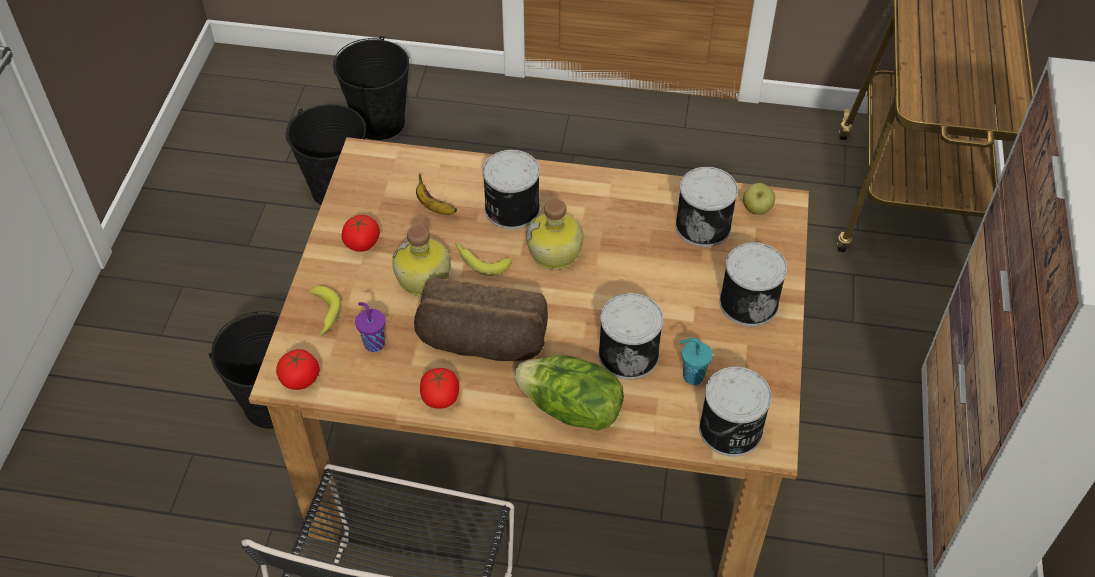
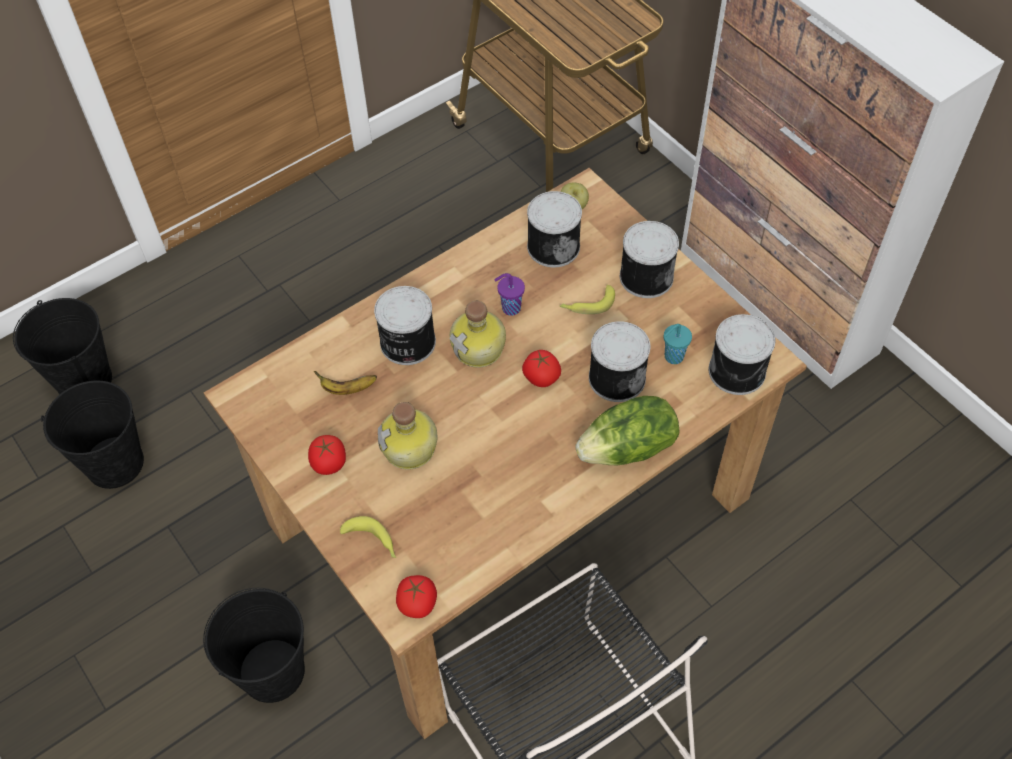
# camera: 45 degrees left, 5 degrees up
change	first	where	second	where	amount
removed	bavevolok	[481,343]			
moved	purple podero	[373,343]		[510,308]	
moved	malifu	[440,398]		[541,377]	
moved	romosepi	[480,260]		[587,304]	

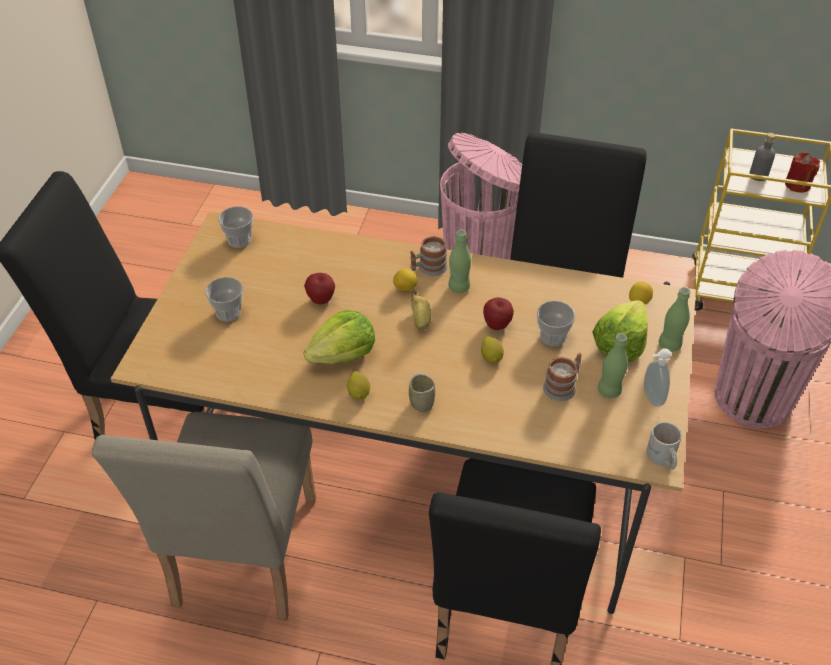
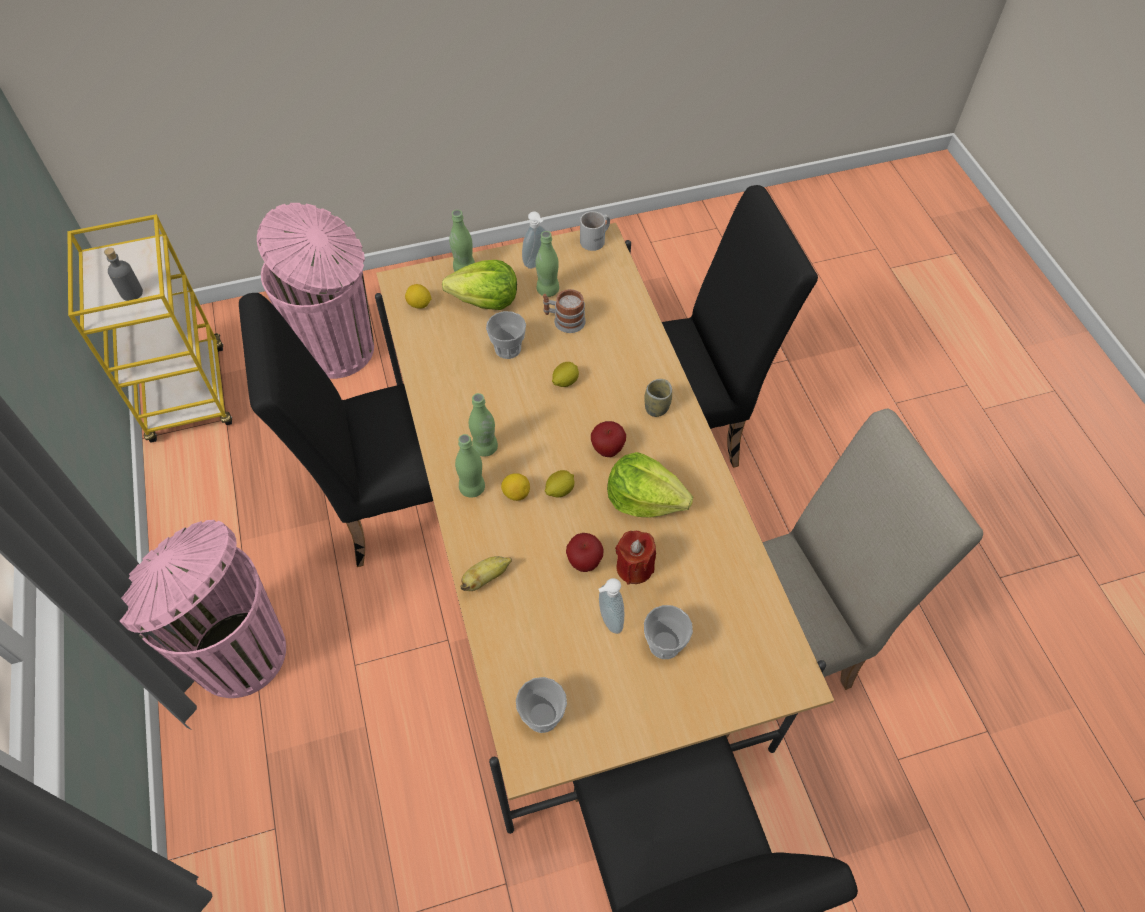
# camera: 120 degrees left, 10 degrees up
change	first	where	second	where	amount
added			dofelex	[608,620]	
moved	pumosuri	[359,393]		[559,490]	
moved	romosepi	[421,321]		[486,578]	
moved	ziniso	[497,325]		[607,450]	
moved	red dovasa	[797,185]		[634,567]	
replaced	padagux	[428,268]	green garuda	[472,488]	

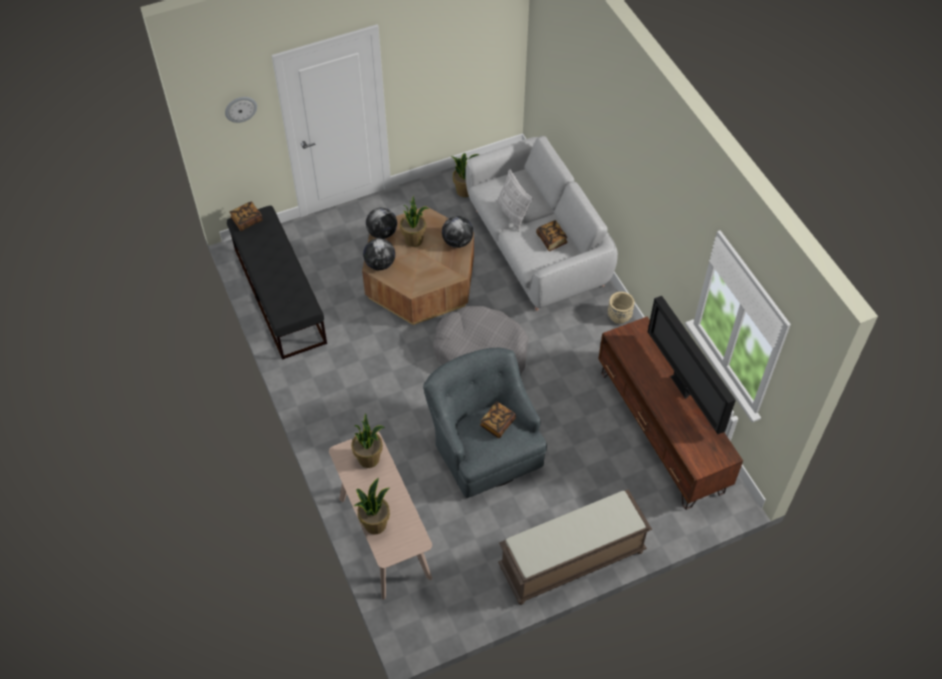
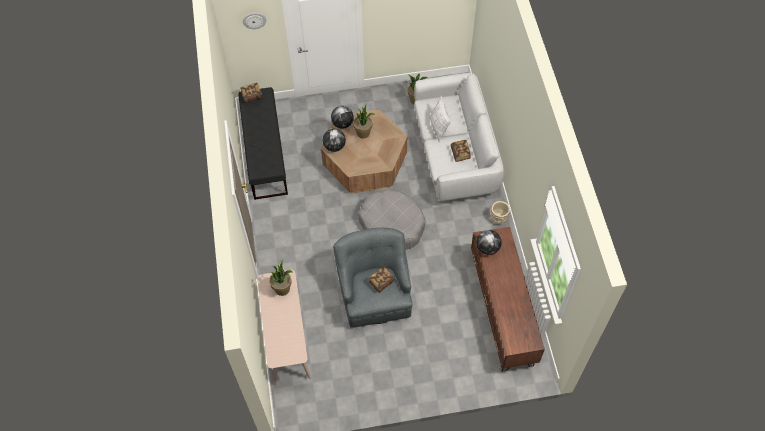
# camera: 15 degrees right, 5 degrees up
change	first	where	second	where	amount
removed	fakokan	[375,524]			
removed	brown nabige	[571,561]			
removed	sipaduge	[682,387]			
moved	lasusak	[457,242]		[487,248]	

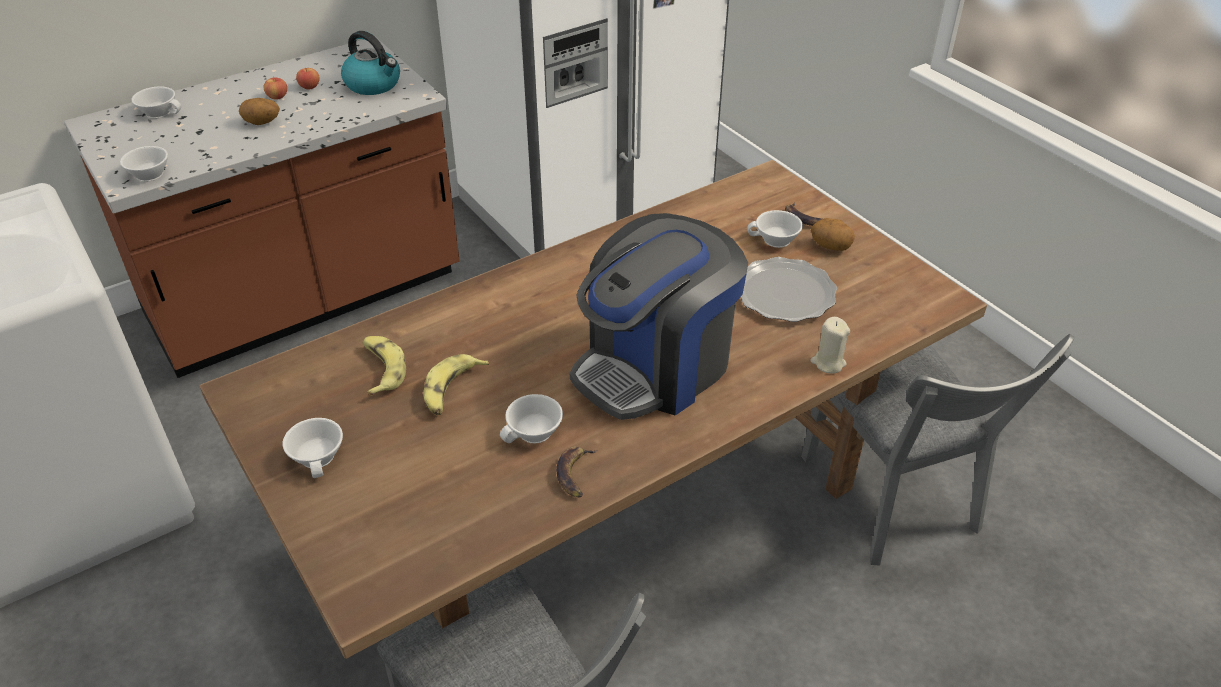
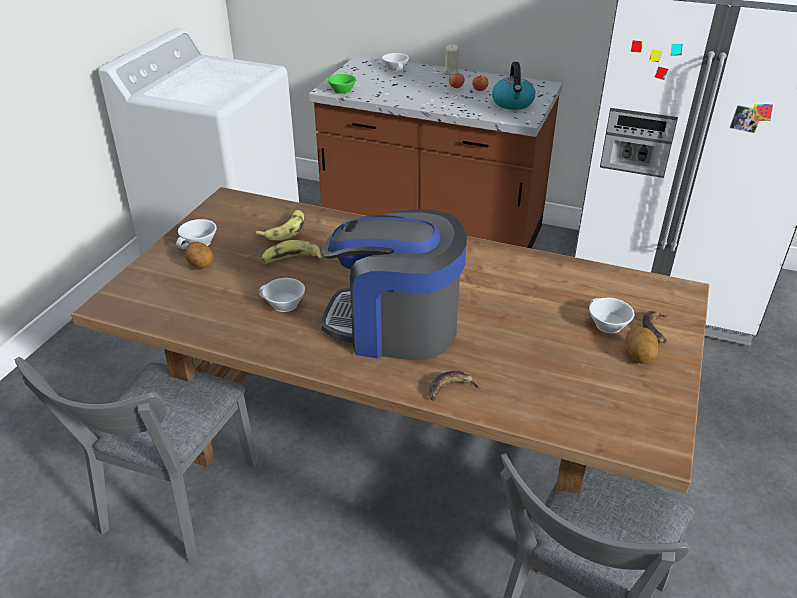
# camera: 55 degrees right, 5 degrees down
change	first	where	second	where	amount
removed	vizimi	[784,294]			
moved	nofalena	[262,123]		[201,266]	
moved	romosepi	[575,474]		[450,389]	
moved	beige dovasa	[828,363]		[450,72]	
recoloured	white podero	[147,174]	green podero	[342,90]	

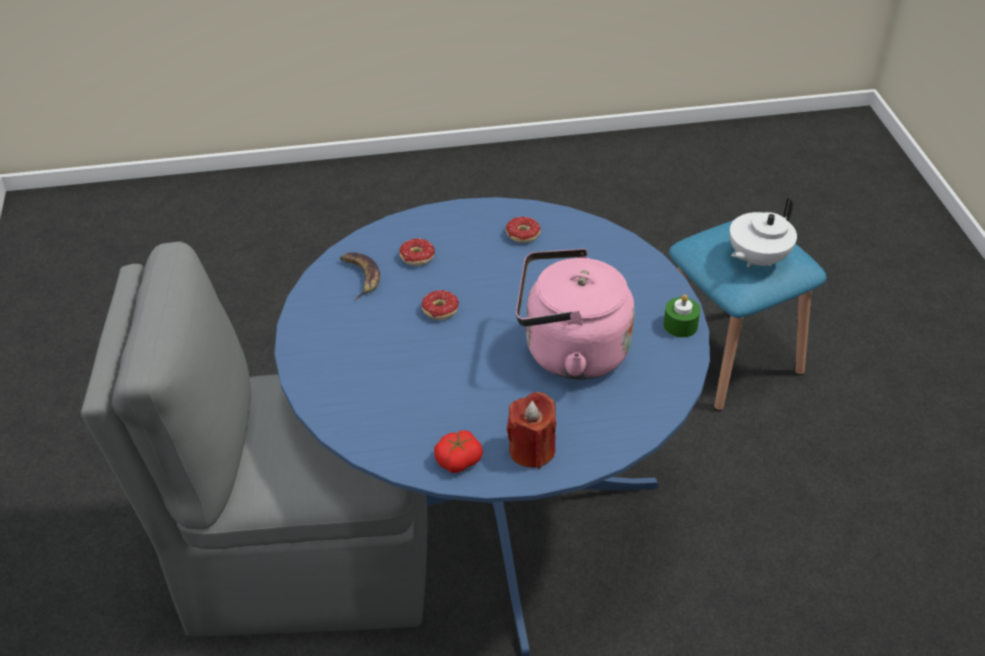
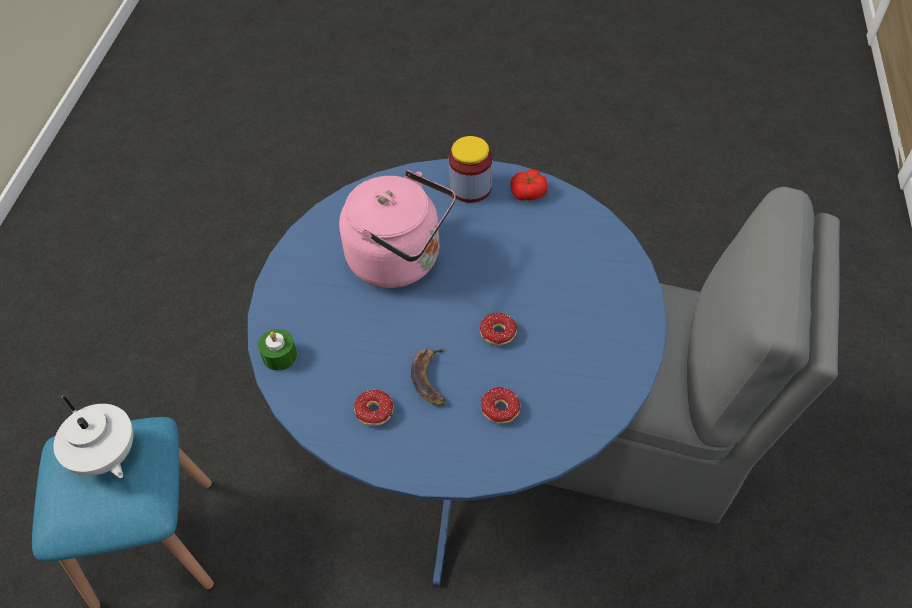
# camera: 160 degrees left, 10 degrees up
change	first	where	second	where	amount
moved	romosepi	[360,276]		[431,379]	
moved	green dovasa	[680,325]		[279,356]	
replaced	red dovasa	[531,450]	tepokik	[470,187]	
turned	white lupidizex	[756,259]		[106,456]	75 degrees clockwise

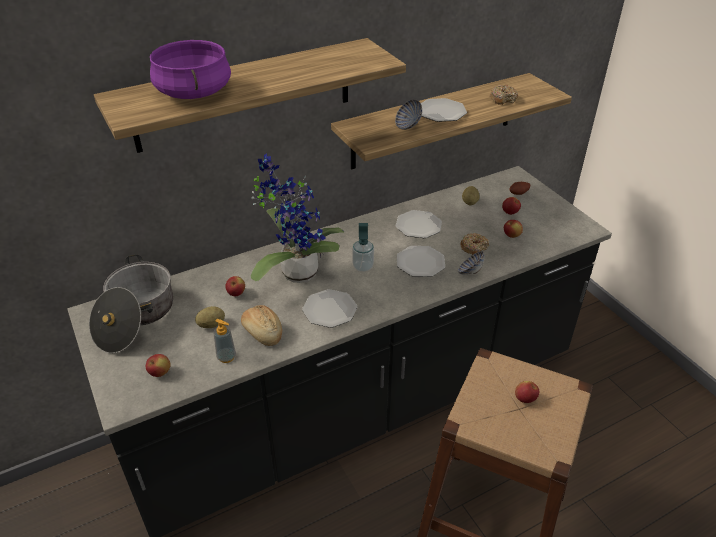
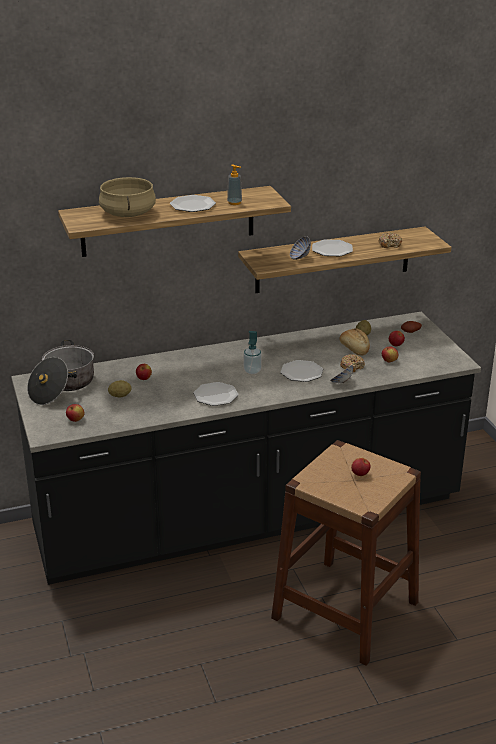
# camera: 10 degrees right, 10 degrees down
change	first	where	second	where	amount
removed	fakokan	[296,271]			
moved	dofelex	[226,357]		[234,203]	
moved	bavevolok	[262,332]		[354,348]	
moved	vizimi	[418,226]		[192,206]	
recoloured	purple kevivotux	[193,92]	beige kevivotux	[127,213]	

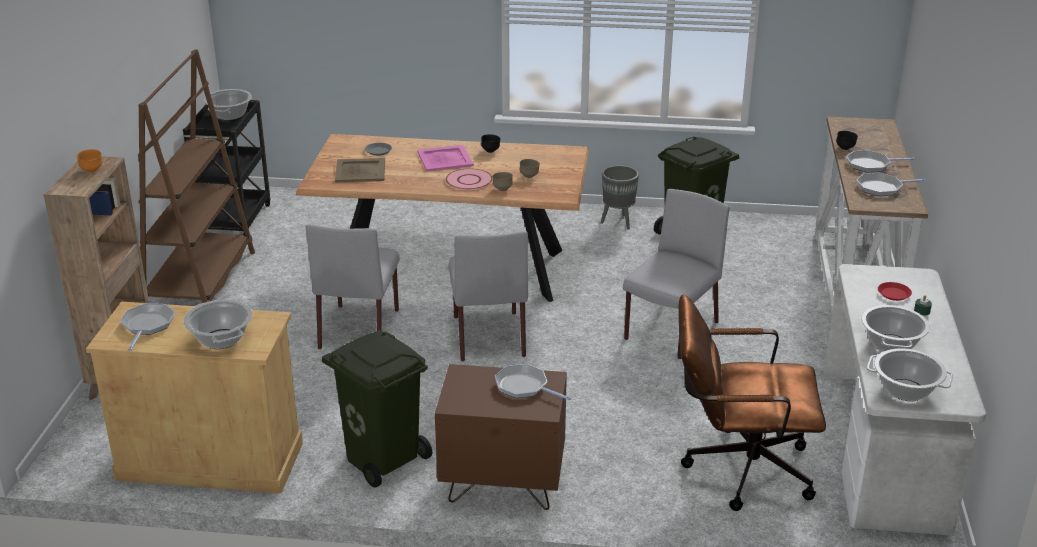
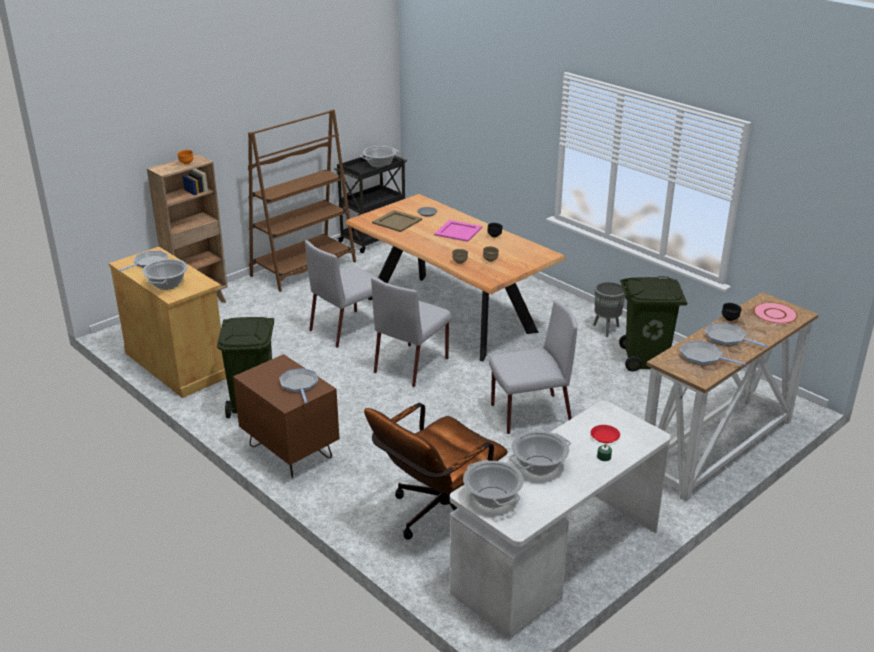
# camera: 40 degrees right, 0 degrees up
change	first	where	second	where	amount
moved	pink vizimi	[469,180]		[775,314]	
turned	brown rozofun	[737,468]		[437,517]	90 degrees counterclockwise

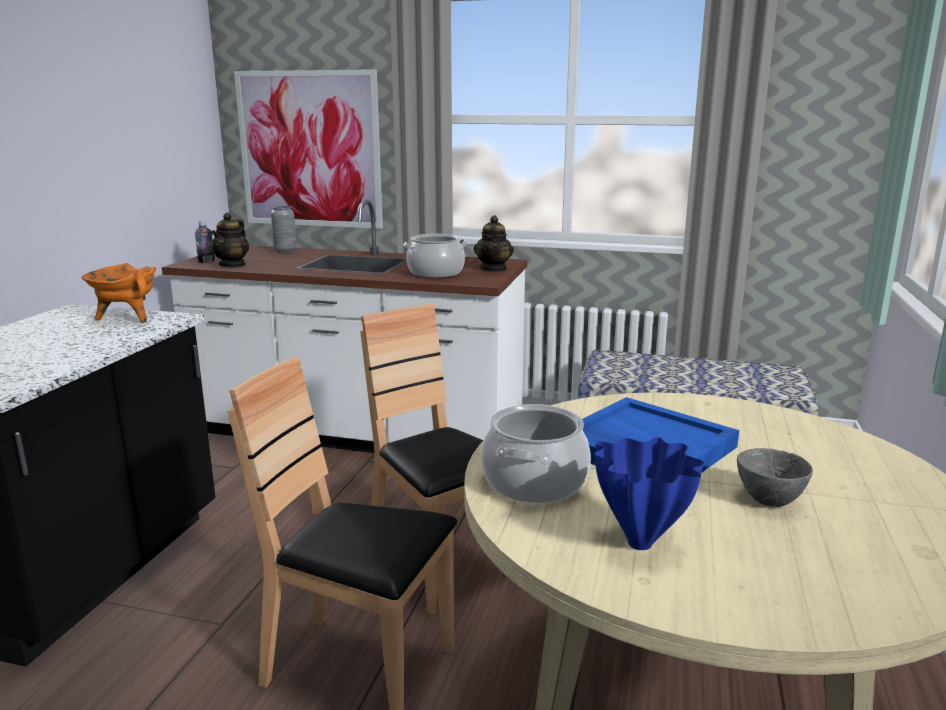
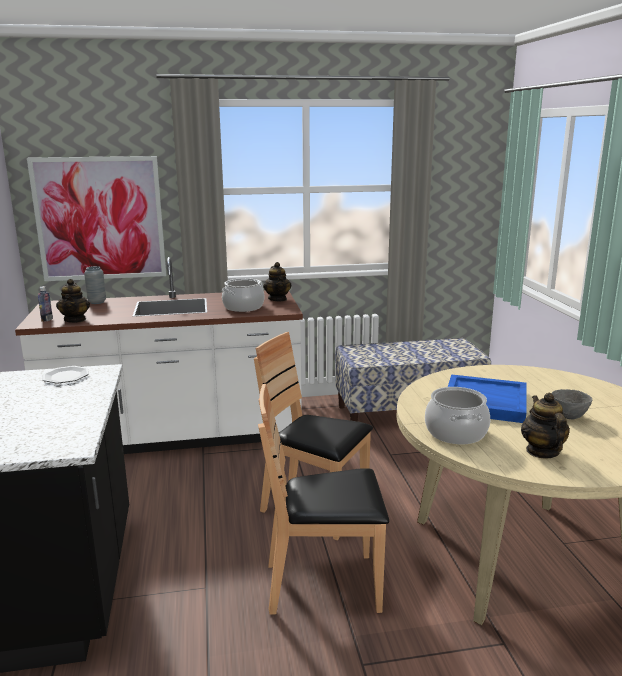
# camera: 25 degrees left, 0 degrees up
change	first	where	second	where	amount
replaced	orange kevivotux	[127,318]	vizimi	[66,376]	
replaced	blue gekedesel	[641,544]	lupidizex	[542,451]	

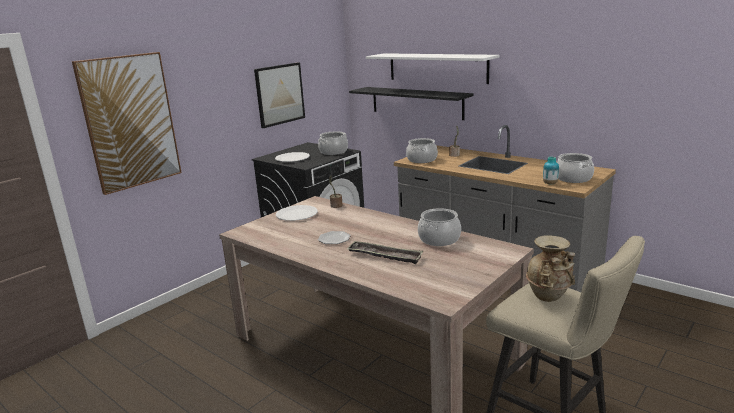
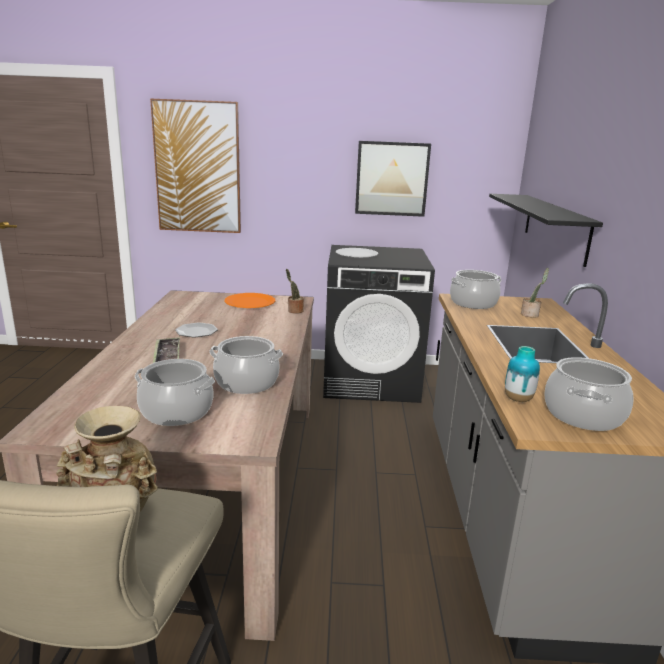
# camera: 50 degrees right, 0 degrees up
change	first	where	second	where	amount
removed	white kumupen	[437,67]			
moved	kevivotux	[333,152]		[176,412]	
recoloured	white vizimi	[297,214]	orange vizimi	[250,302]	

